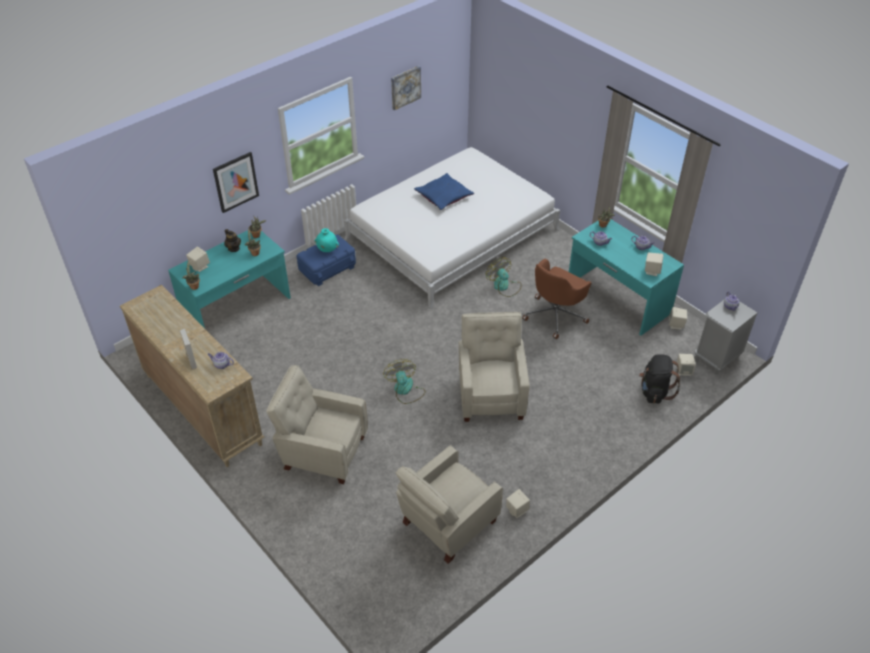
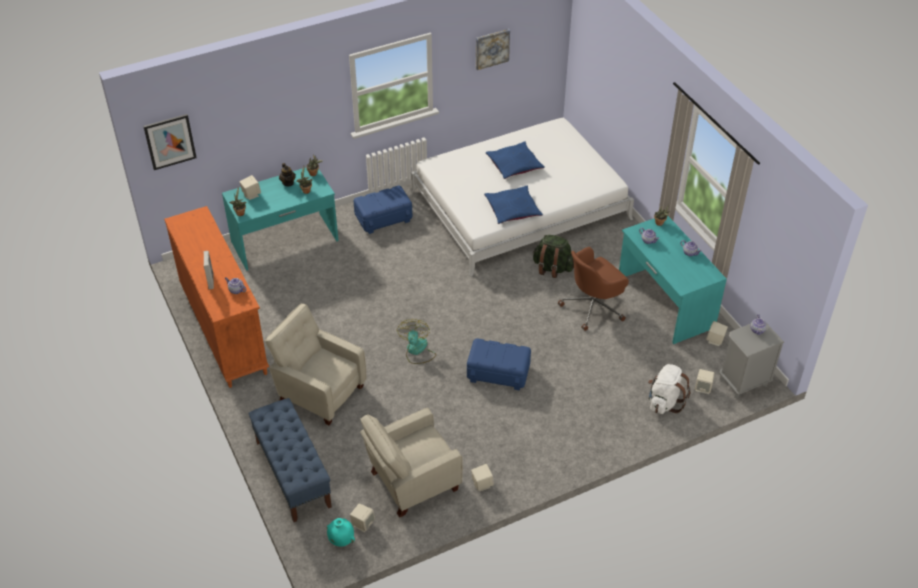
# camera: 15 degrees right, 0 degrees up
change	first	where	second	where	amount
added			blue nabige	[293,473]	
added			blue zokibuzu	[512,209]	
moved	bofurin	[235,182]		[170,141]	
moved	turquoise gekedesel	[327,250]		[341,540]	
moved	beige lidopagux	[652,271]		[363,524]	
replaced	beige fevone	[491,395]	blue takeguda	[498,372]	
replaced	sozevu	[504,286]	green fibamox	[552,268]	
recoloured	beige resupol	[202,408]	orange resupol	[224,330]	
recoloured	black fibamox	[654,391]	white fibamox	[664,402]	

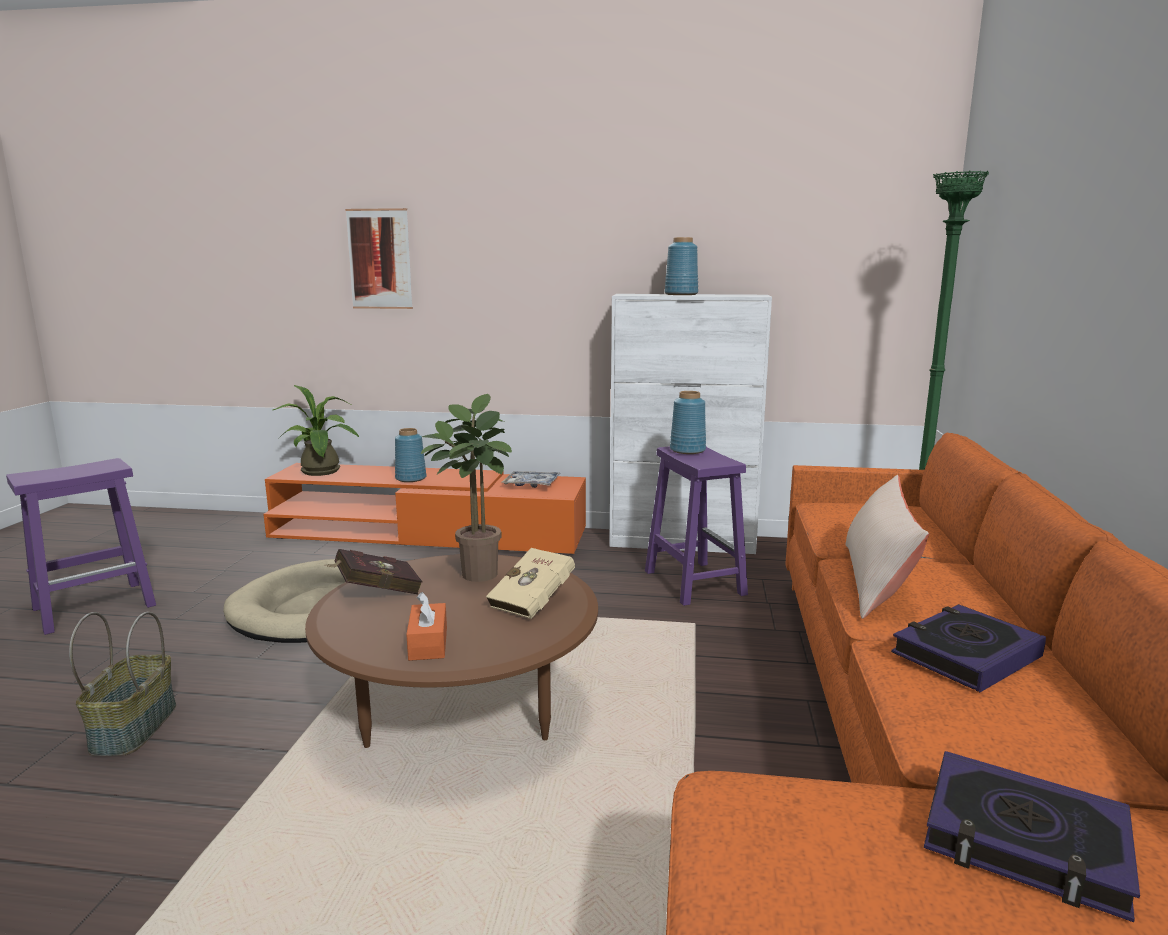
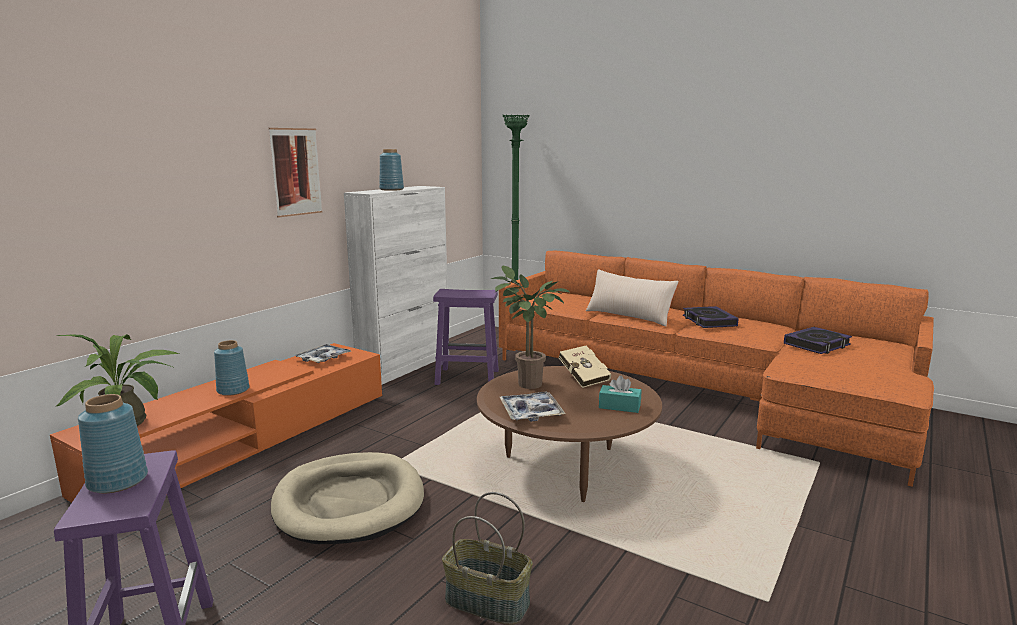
# camera: 65 degrees left, 0 degrees up
change	first	where	second	where	amount
moved	bofurin	[379,259]		[296,172]	
moved	blue gekedesel	[688,450]		[119,481]	
replaced	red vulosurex	[375,592]	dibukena	[531,412]	
recoloured	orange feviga	[428,643]	turquoise feviga	[619,406]	

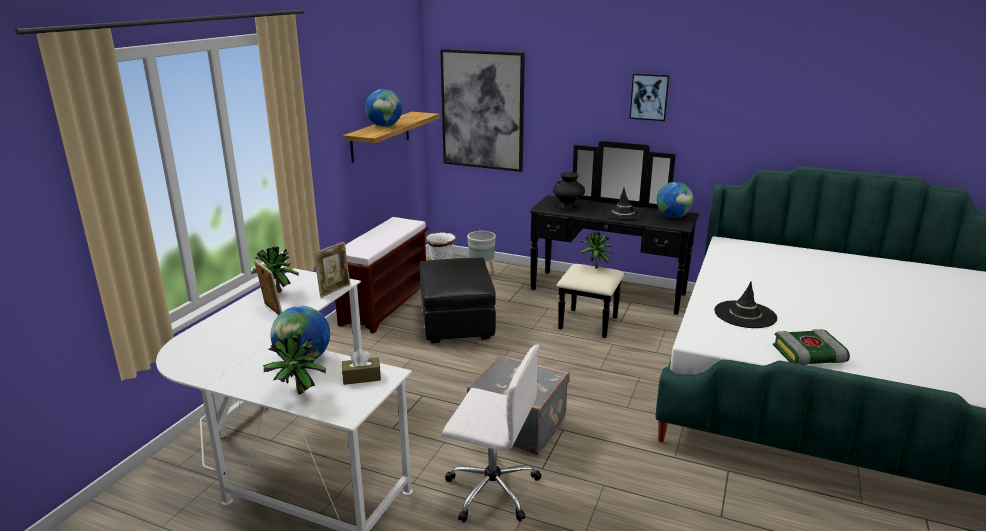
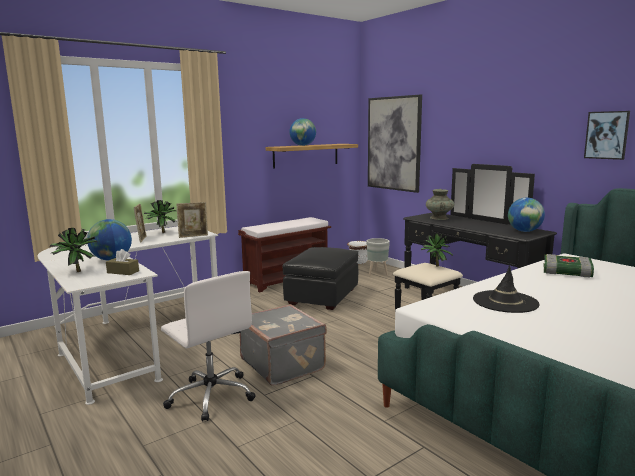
# camera: 30 degrees right, 10 degrees down
change	first	where	second	where	amount
removed	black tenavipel	[623,213]			
moved	bofurin	[649,97]		[607,135]	
moved	vulosurex	[808,356]		[566,272]	
recoloured	black gekedesel	[568,206]	turquoise gekedesel	[439,218]	

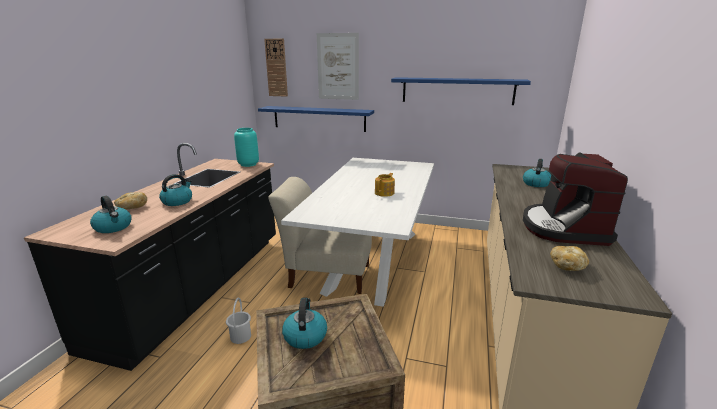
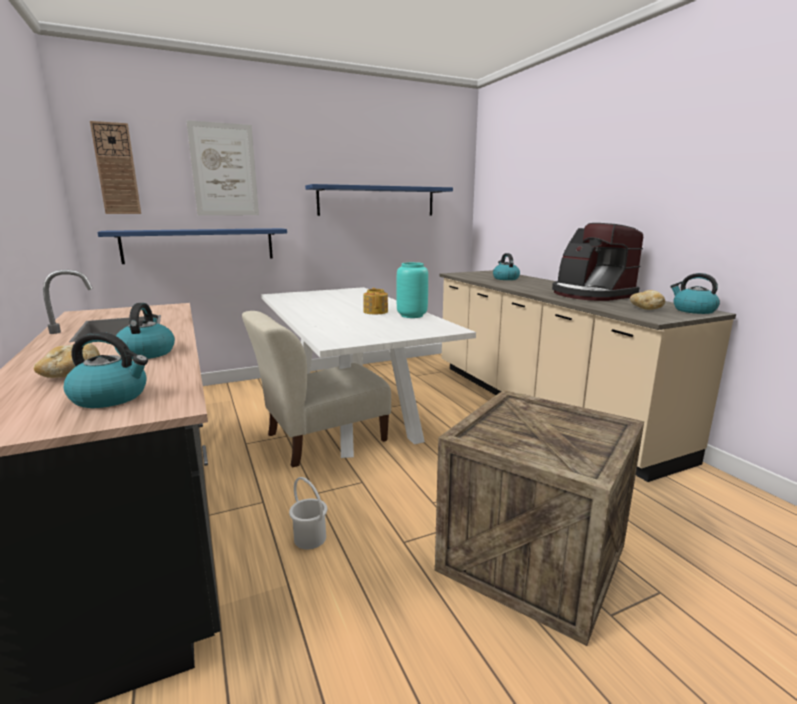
# camera: 40 degrees left, 5 degrees down
change	first	where	second	where	amount
moved	turquoise gekedesel	[248,164]		[412,316]	
moved	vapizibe	[305,336]		[693,310]	

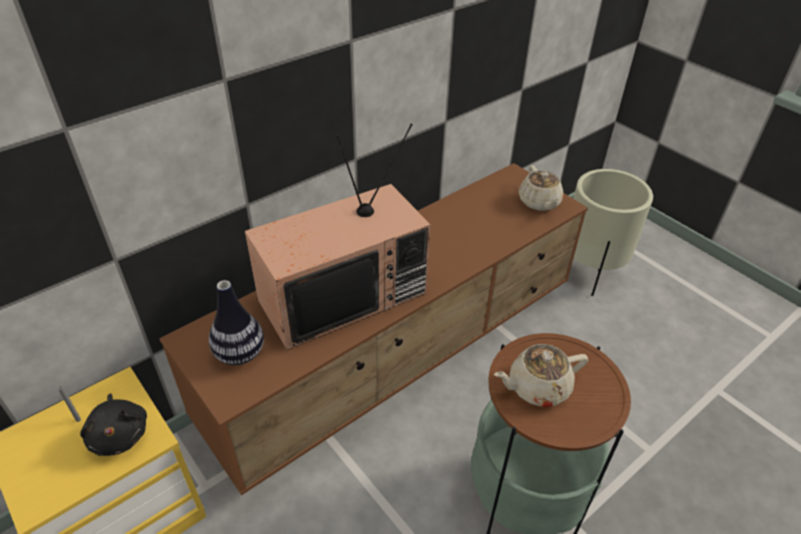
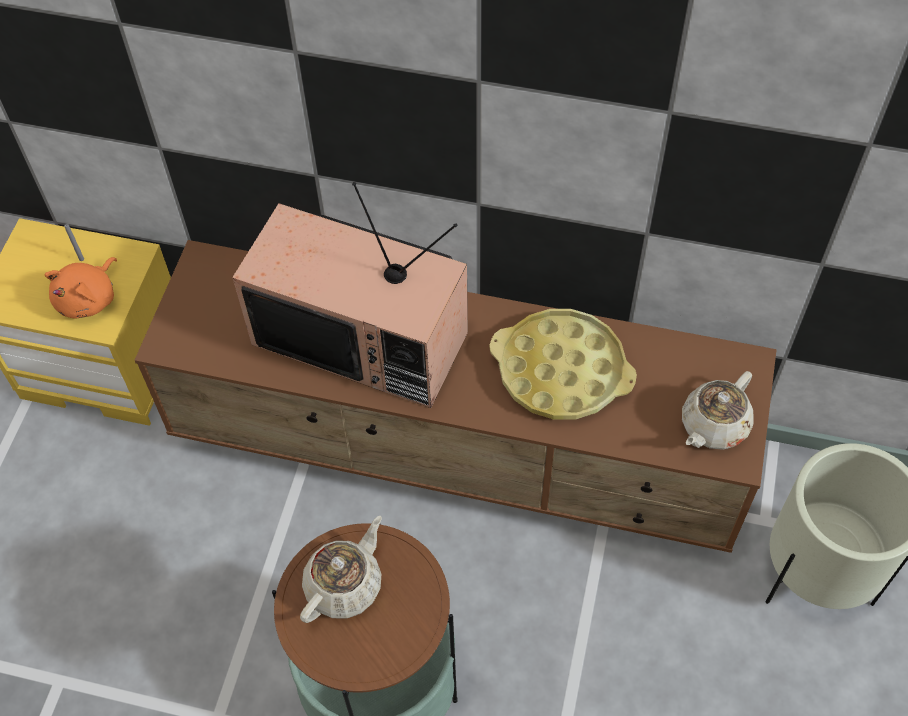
# camera: 55 degrees right, 15 degrees up
change	first	where	second	where	amount
removed	gekedesel	[240,353]			
added			yellow dibukena	[561,371]	
recoloured	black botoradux	[120,434]	orange botoradux	[89,299]	
turned	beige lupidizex	[537,387]		[345,585]	90 degrees clockwise

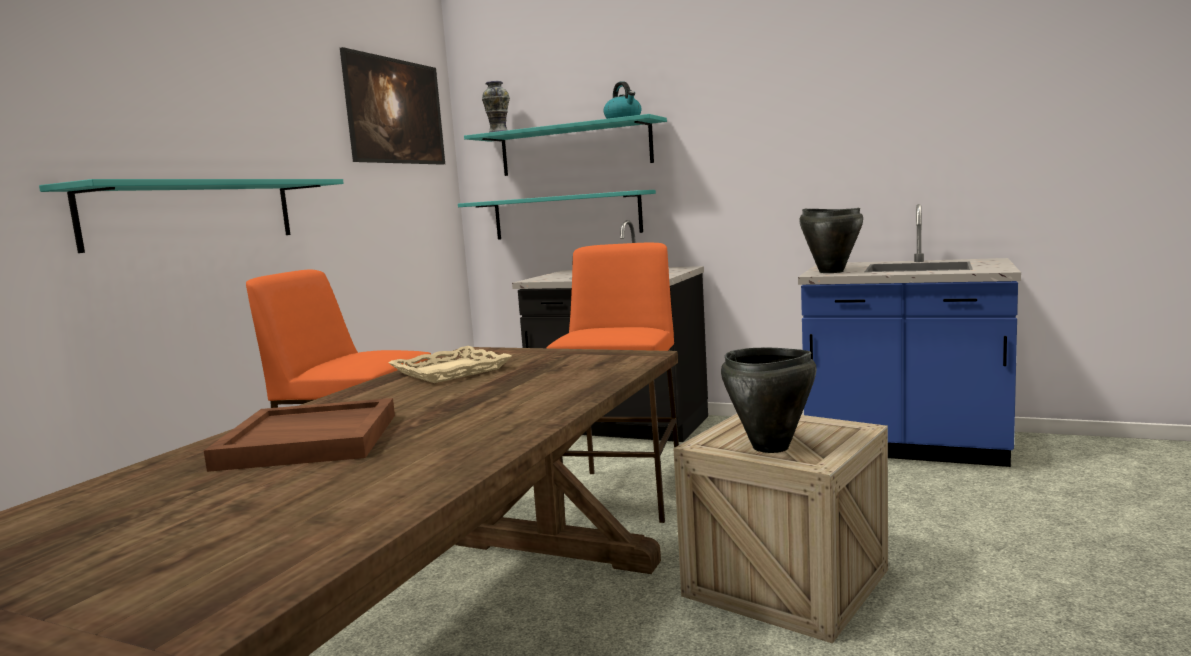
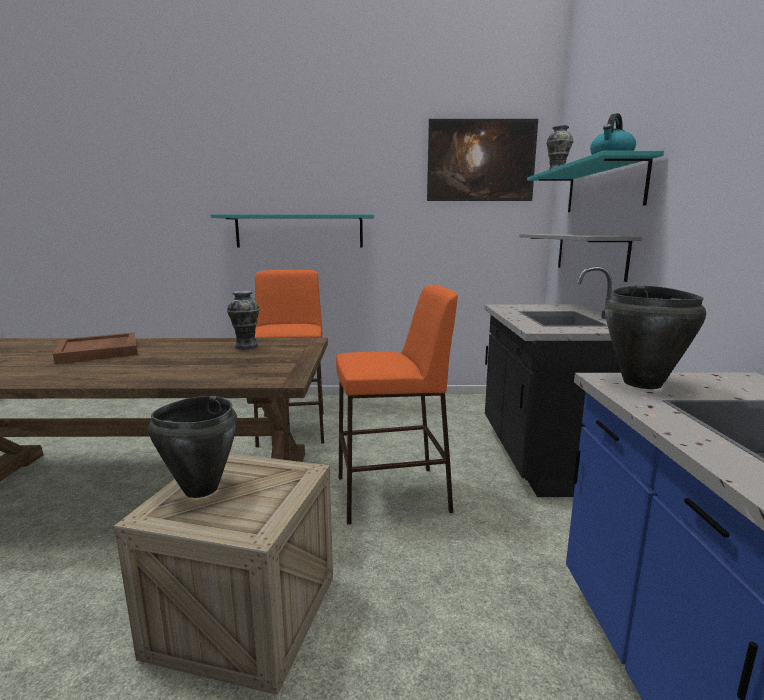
# camera: 65 degrees right, 5 degrees up
change	first	where	second	where	amount
replaced	beige dibukena	[450,371]	gekedesel	[246,346]	
recoloured	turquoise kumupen	[566,216]	grey kumupen	[589,254]	

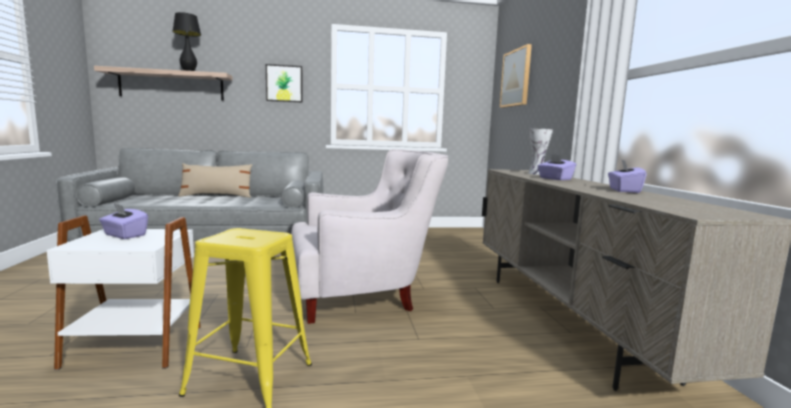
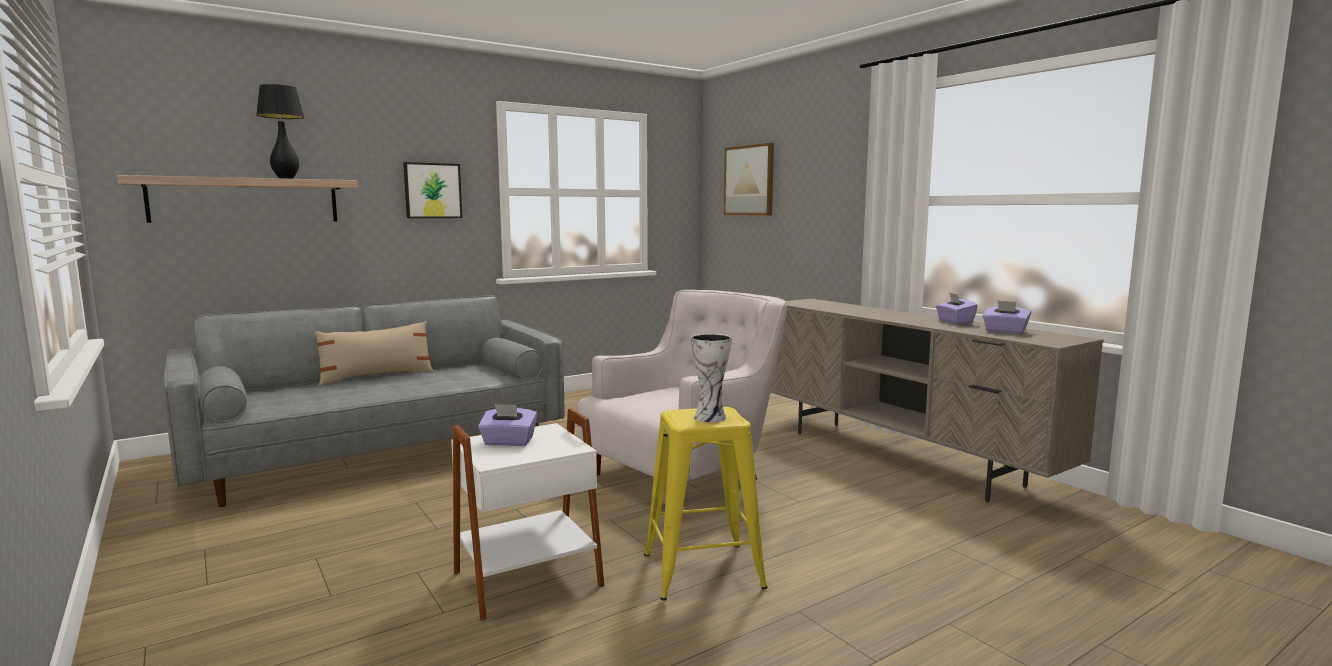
# camera: 25 degrees left, 0 degrees up
change	first	where	second	where	amount
moved	gekedesel	[537,173]		[711,417]	
moved	purple feviga	[554,179]		[1005,331]	

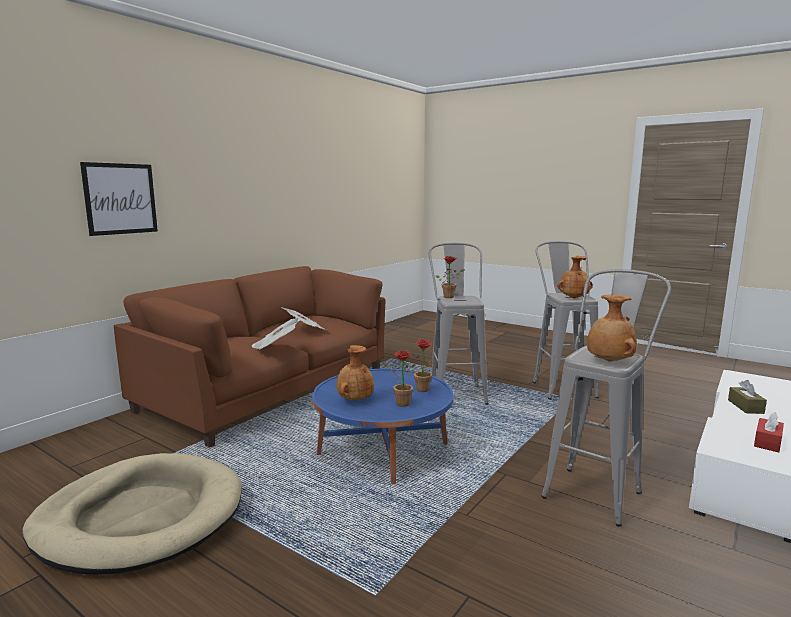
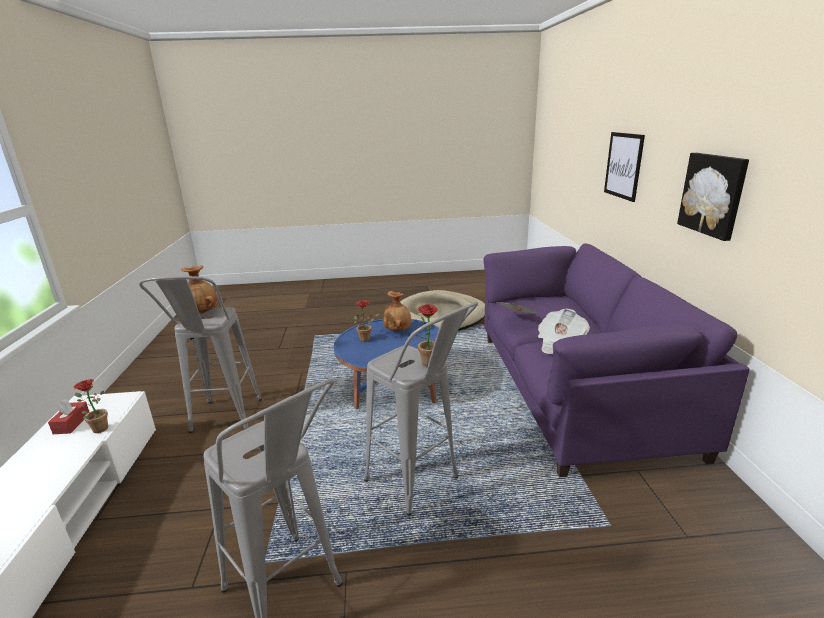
# camera: 140 degrees right, 10 degrees up
change	first	where	second	where	amount
removed	brown gekedesel	[573,298]			
removed	brown feviga	[745,406]			
added			bofurin	[713,194]	
moved	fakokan	[424,390]		[97,429]	
recoloured	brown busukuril	[268,390]	purple busukuril	[574,389]	

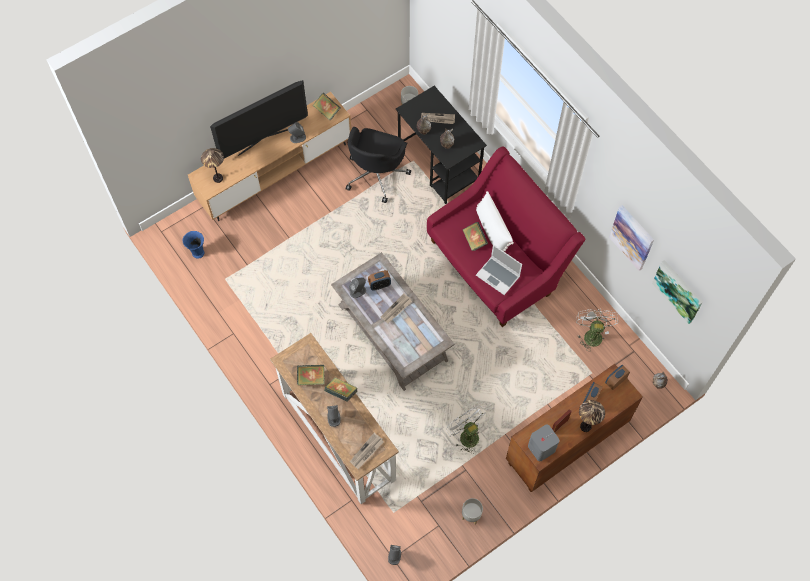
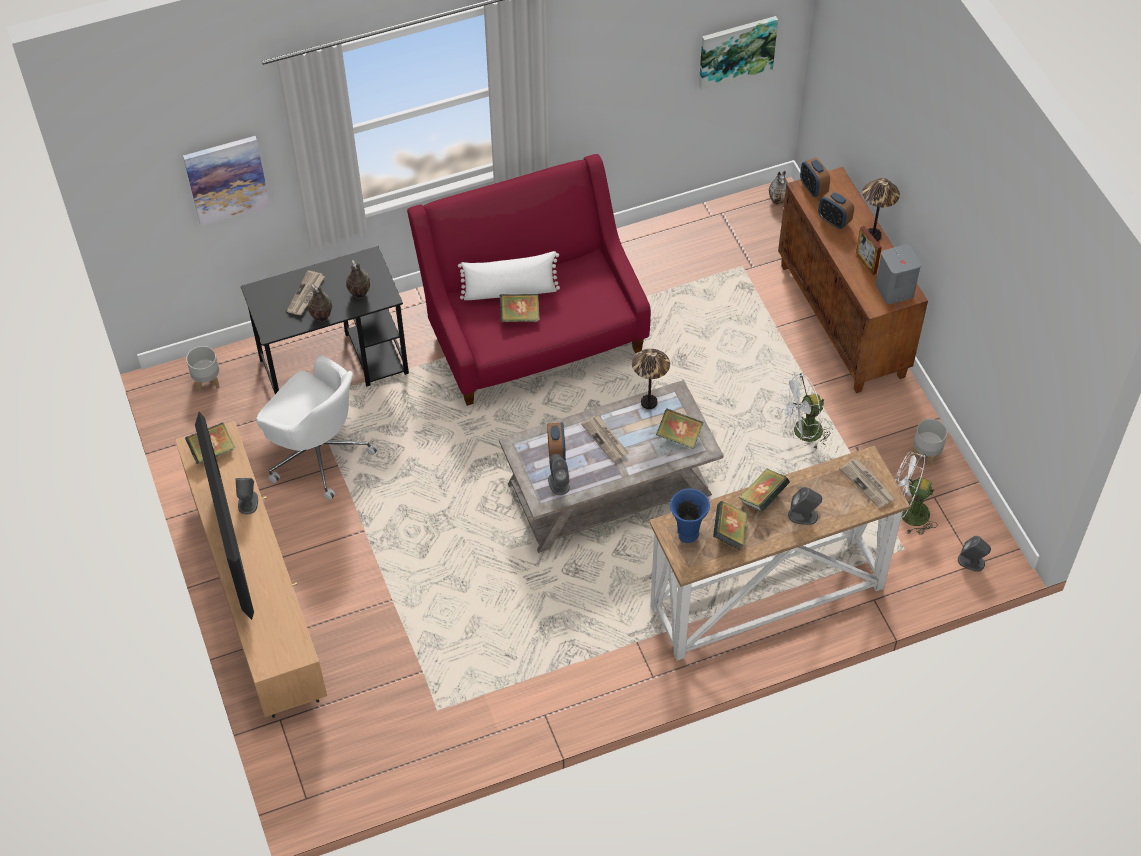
# camera: 75 degrees left, 10 degrees down
change	first	where	second	where	amount
removed	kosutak	[498,276]			
added			vulosurex	[679,436]	
moved	blue gekedesel	[197,253]		[687,534]	
moved	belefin	[218,178]		[649,403]	
moved	white sozevu	[592,334]		[907,513]	
moved	bofurin	[632,237]		[226,179]	
recoloured	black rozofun	[376,174]	white rozofun	[318,452]	

